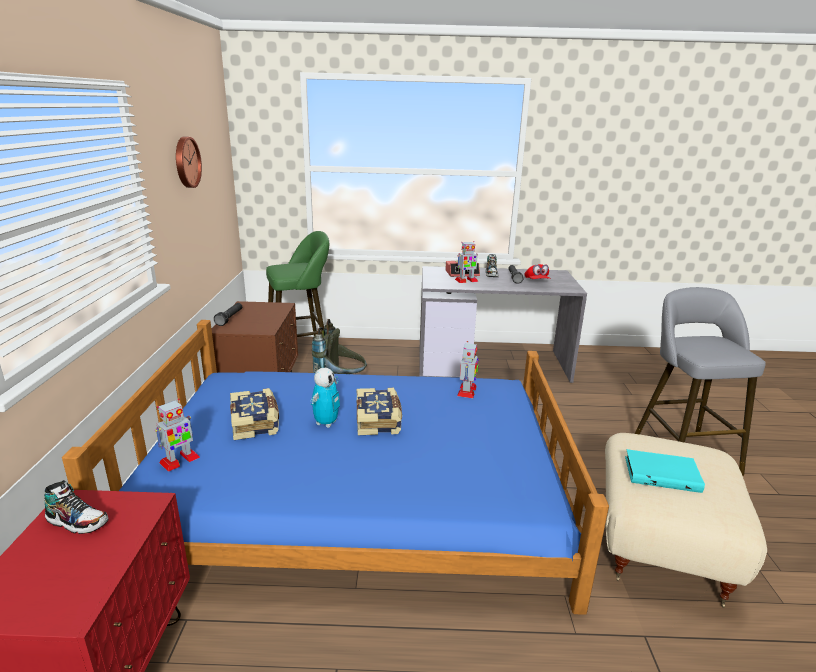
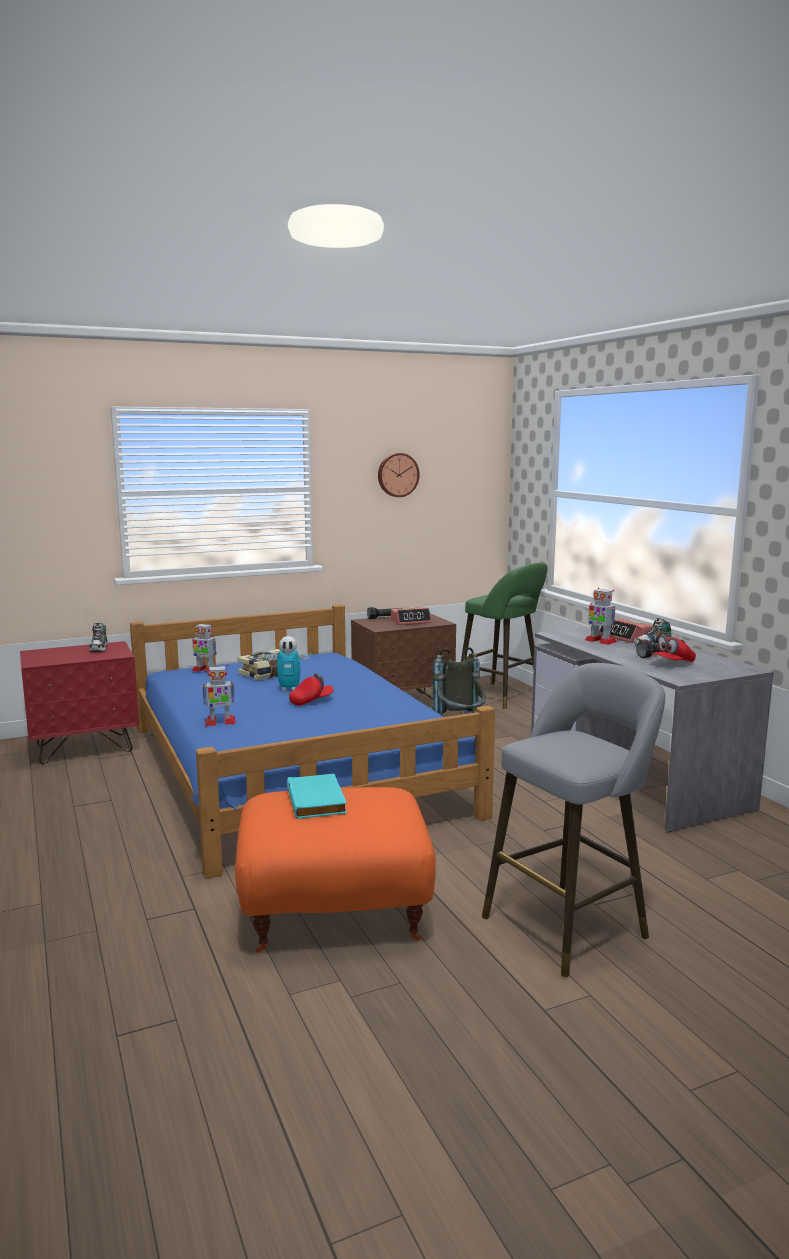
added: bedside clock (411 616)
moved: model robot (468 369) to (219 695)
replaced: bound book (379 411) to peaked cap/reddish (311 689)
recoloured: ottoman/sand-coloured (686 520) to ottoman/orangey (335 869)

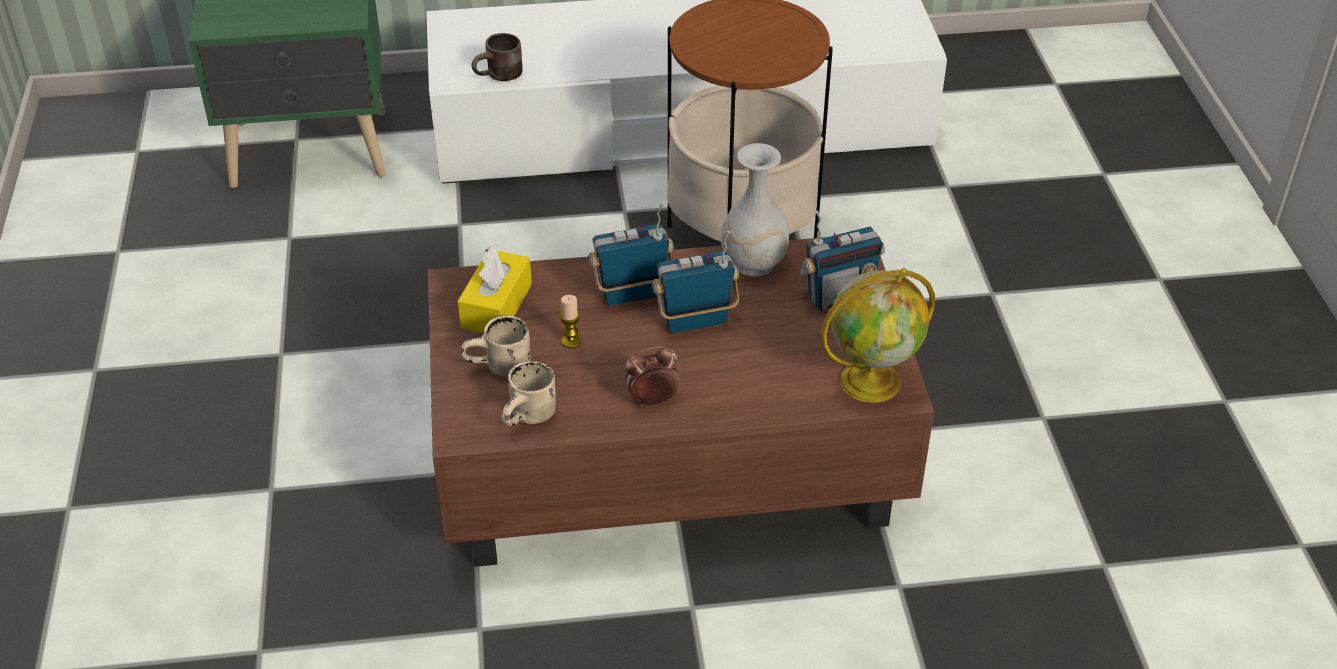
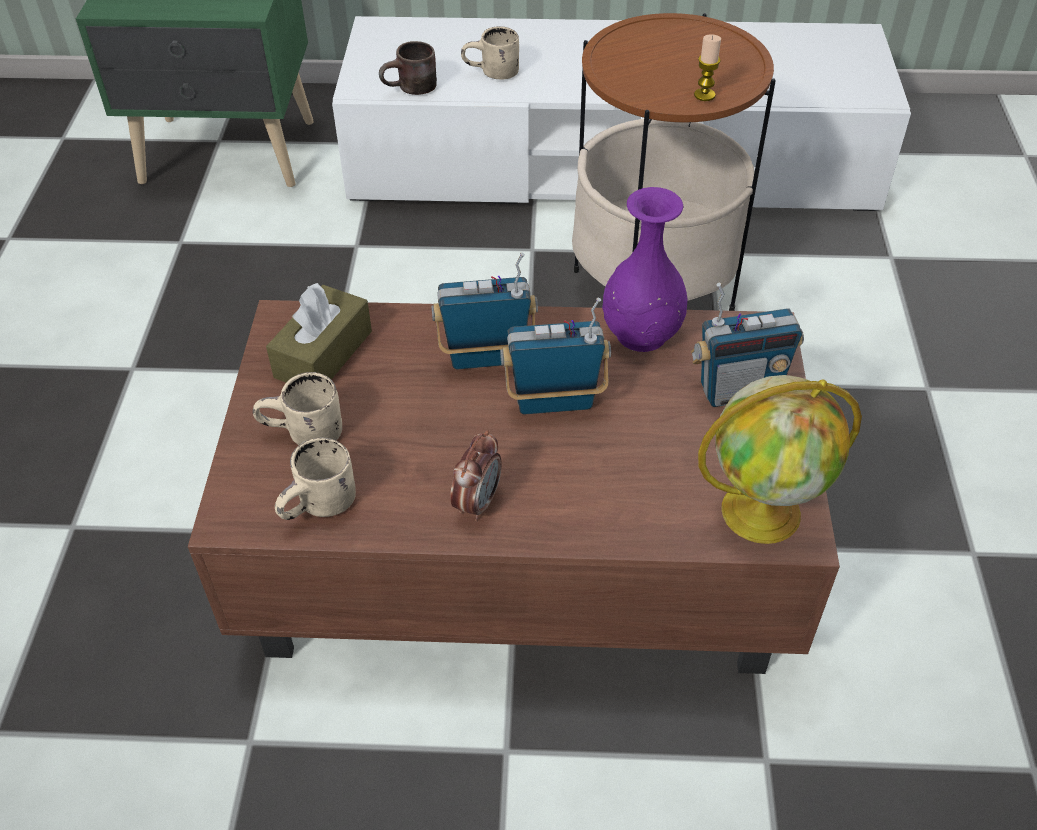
added: coffee mug/sand-coloured (490 52)
moved: candle (570 321) to (707 67)
recoloured: box of tissues/yellow (494 289) to box of tissues/brown-coloured (319 332); flower vase/whitish (755 210) to flower vase/purple (645 269)
turned: bedside clock (652 376) = (476 476) 120 degrees clockwise

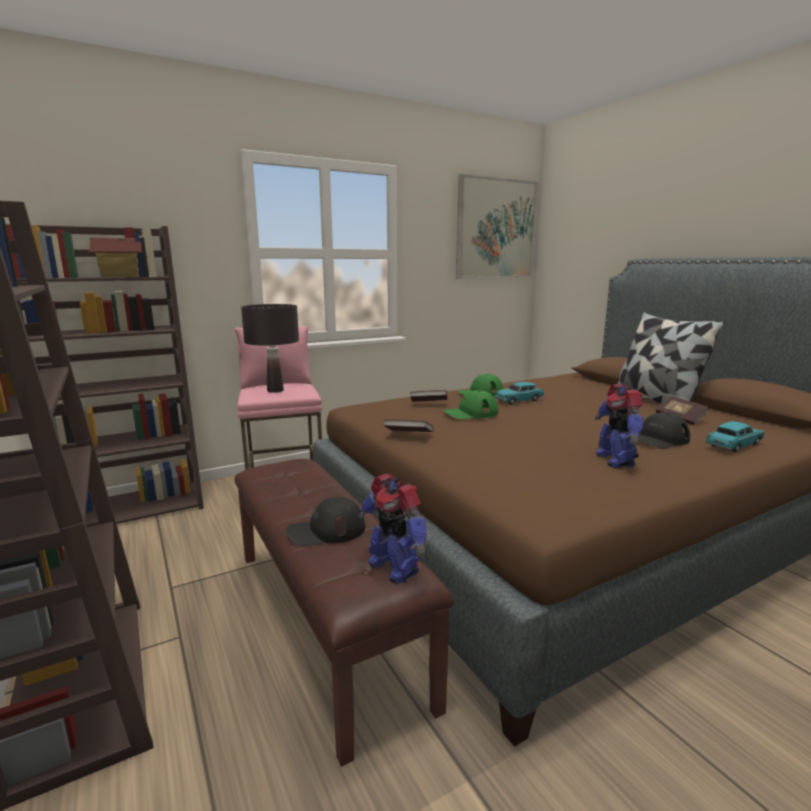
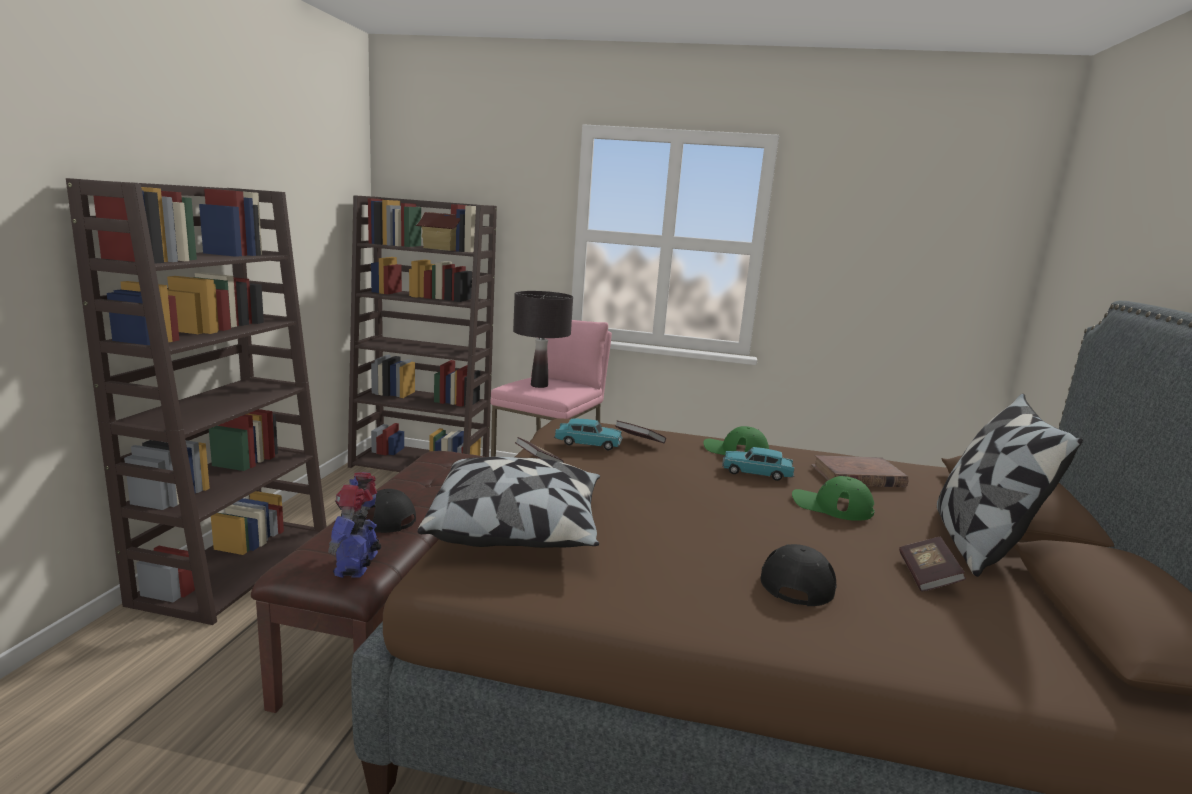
removed: wall art (497 226); model robot (619 426)
added: cushion (509 502); bound book/brown-coloured (859 471)
moved: peaked cap/green-coloured (470 404) to (833 498); model car/blue-green (735 437) to (588 434)
turned: peaked cap/blackish (664 430) = (798 575) 105 degrees clockwise

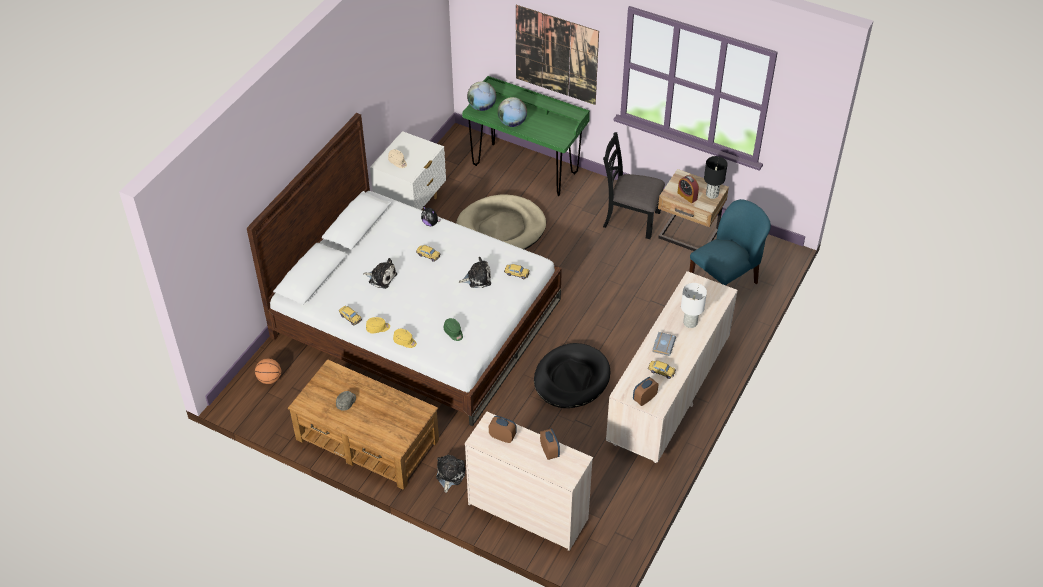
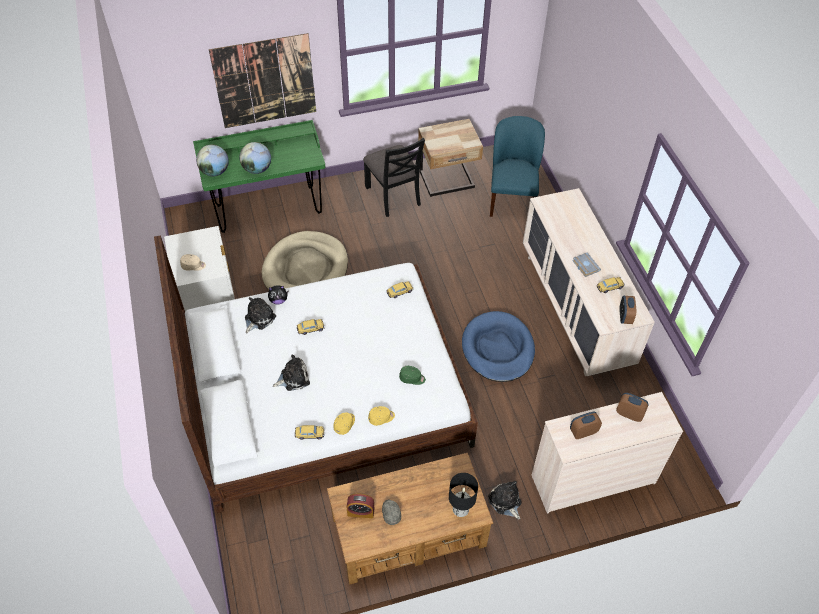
removed: basketball ball (268 371); table lamp/whitish (694 305)
moved: cuddly toy (475 272) to (260 315); bedside clock (688 189) to (360 506); table lamp/blackish (715 177) to (463 495)
recoloured: dog bed/blackish (572 375) to dog bed/blue (498 346)
turned: chair/blackish (634 185) = (394 177) 90 degrees counterclockwise

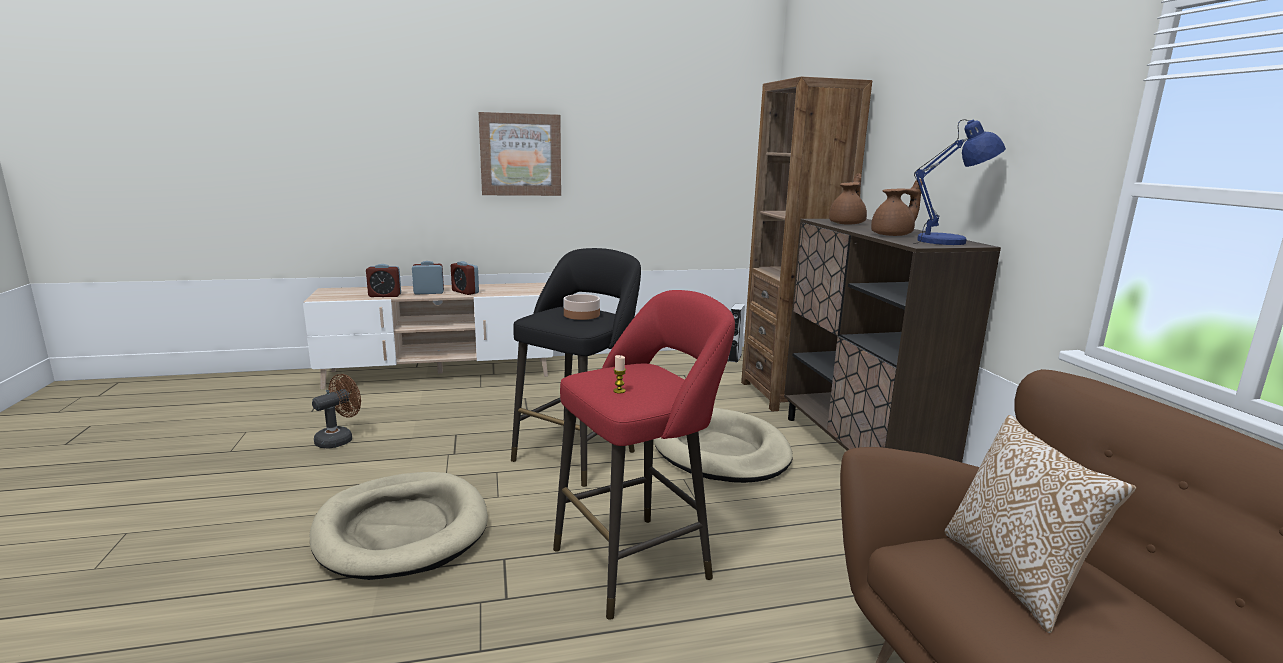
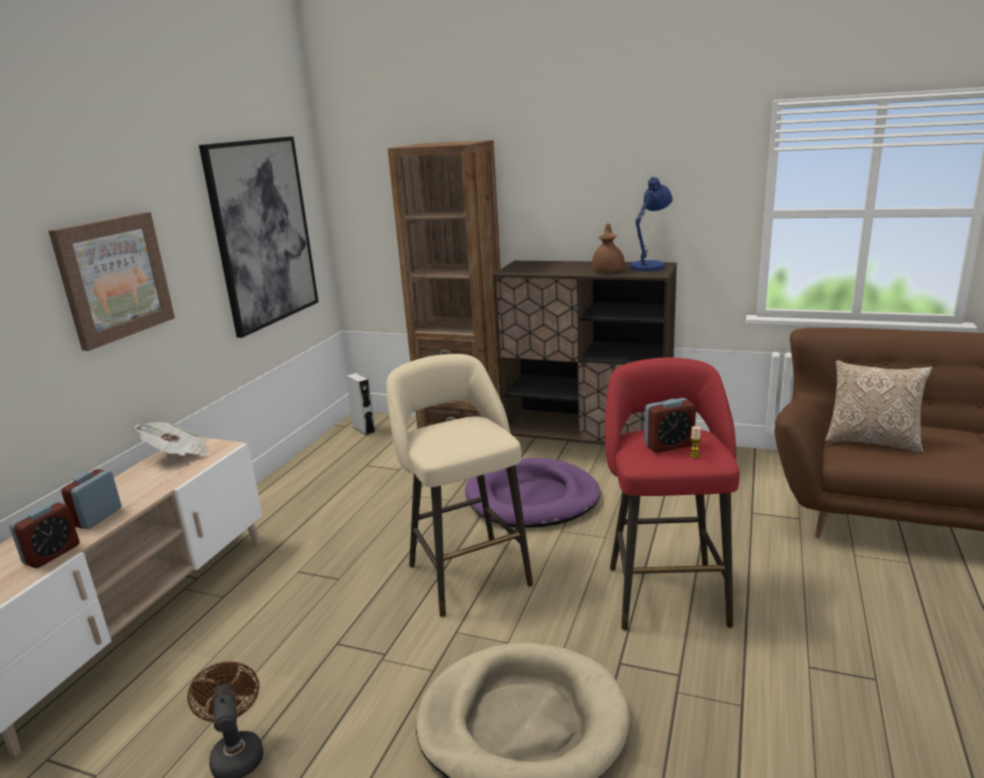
removed: bowl (582 307); tea pot/brown-coloured (848 199)
added: newspaper (172 439); wall art (259 237)
moved: bedside clock (465 278) to (670 425)
recoloured: stool seat/blackish (576 367) to stool seat/sand-coloured (459 485); dog bed/sand-coloured (723 445) to dog bed/purple (532 493)

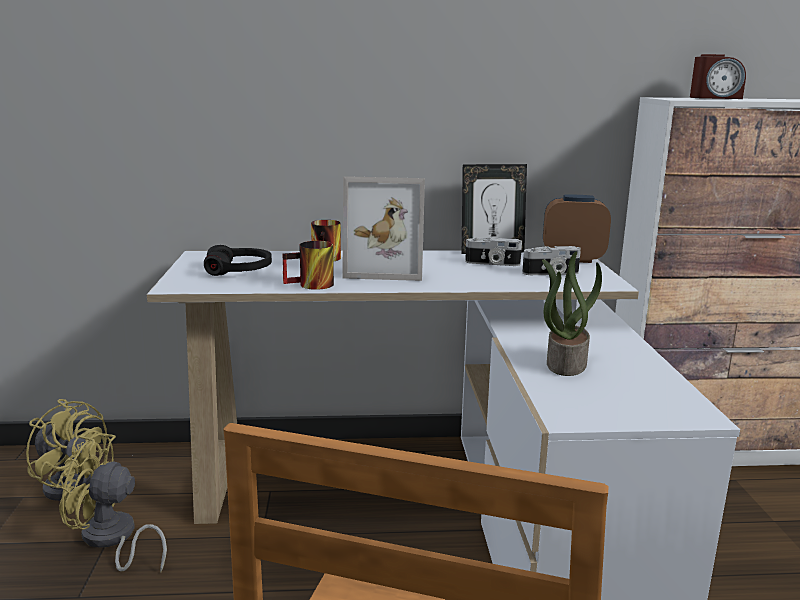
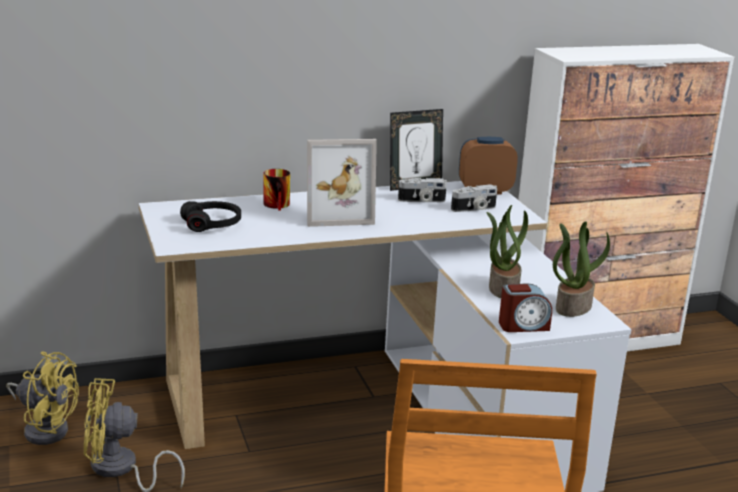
removed: coffee mug (308 265)
added: potted plant (581 269)
moved: bedside clock (718 76) to (525 308)

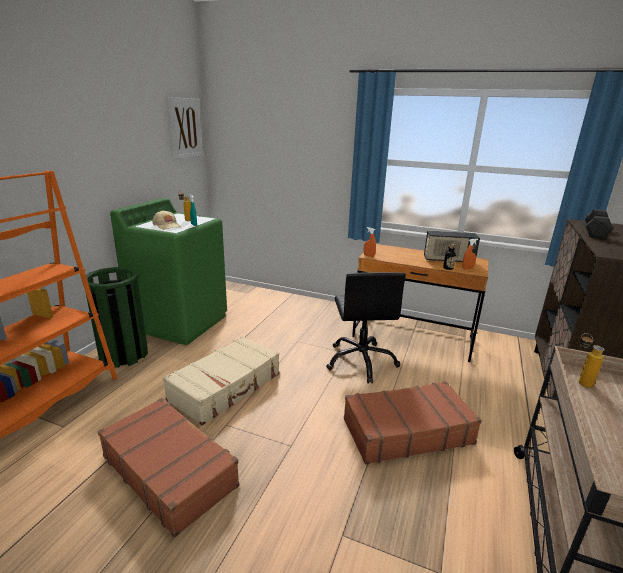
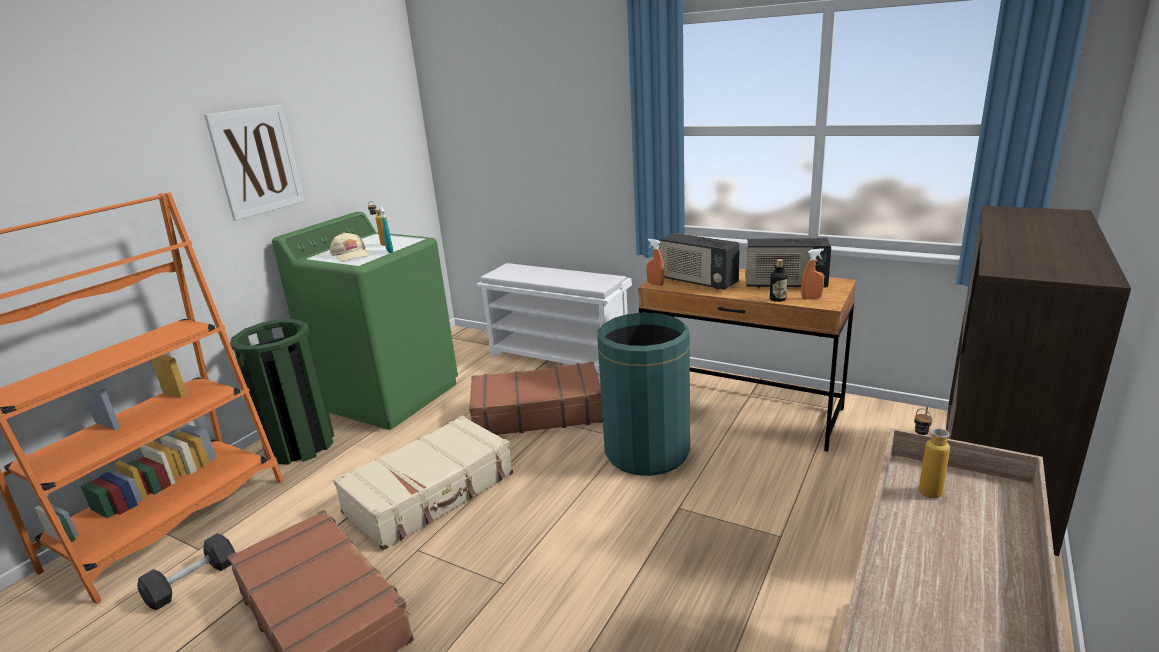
added: shoe shelf/whitish (554 318); radio (699 261)
moved: wall art (185 128) to (254 163); travel case/brown-coloured (413 422) to (536 398); dumbbell/blackish (599 224) to (186 571)
replaced: office chair/blackish (366 328) to waste bin/green-coloured (643 394)

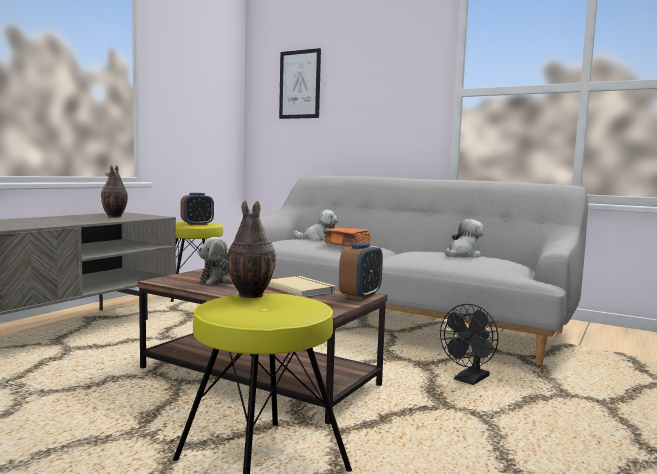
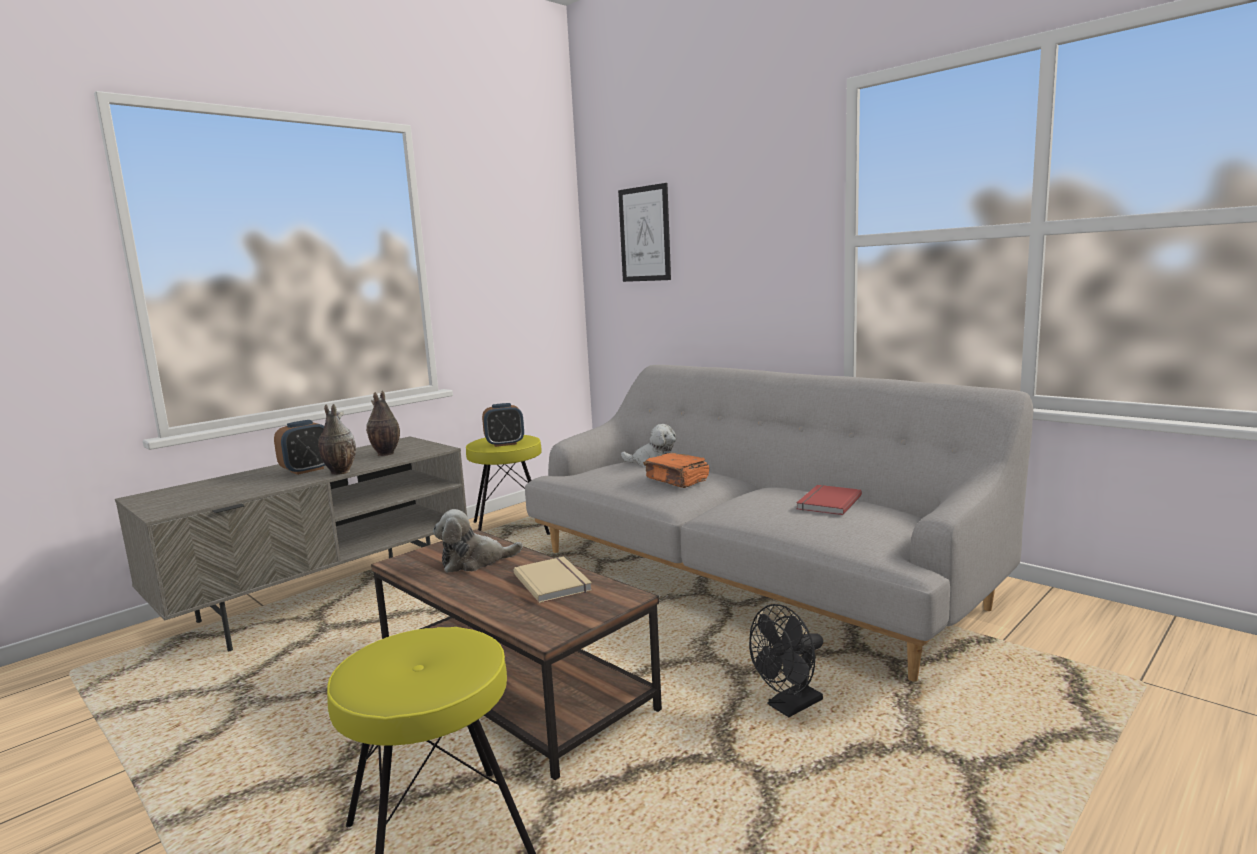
moved: flower vase (251 249) to (337 439); bedside clock (361 271) to (299 447)
replaced: cuddly toy (464 238) to bound book/reddish (829 500)

